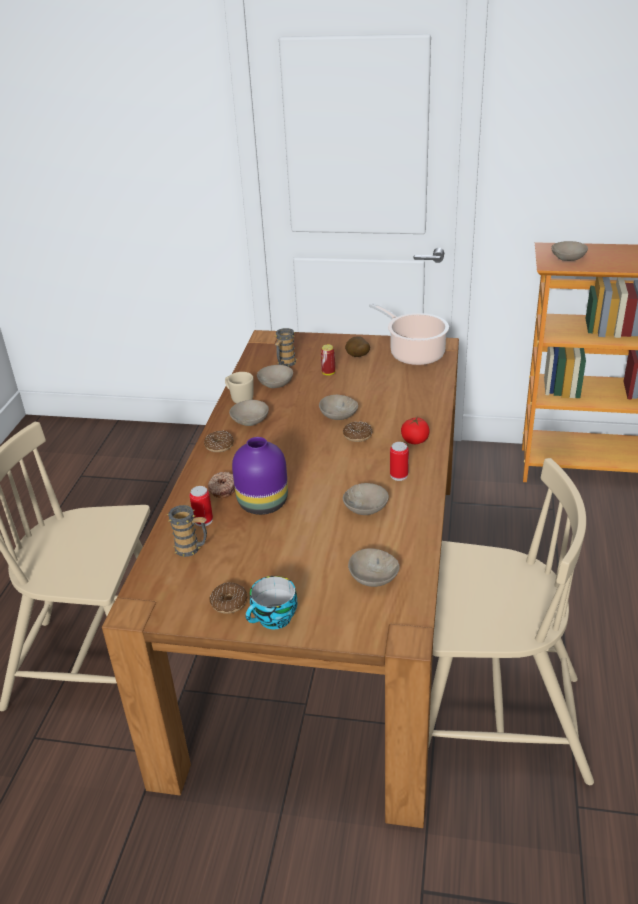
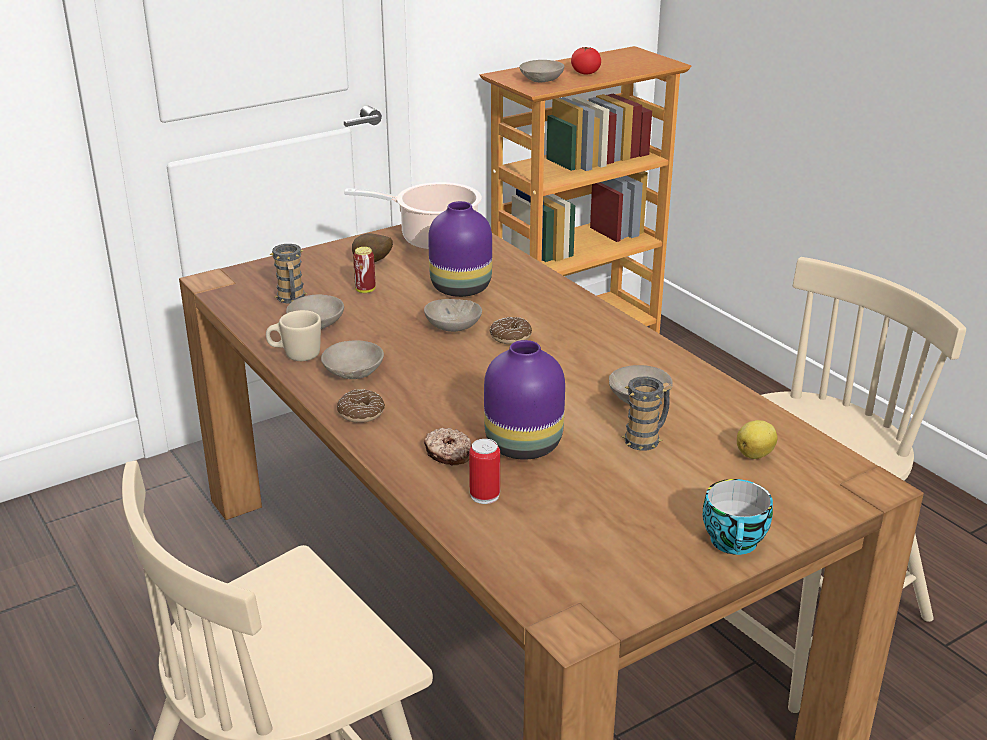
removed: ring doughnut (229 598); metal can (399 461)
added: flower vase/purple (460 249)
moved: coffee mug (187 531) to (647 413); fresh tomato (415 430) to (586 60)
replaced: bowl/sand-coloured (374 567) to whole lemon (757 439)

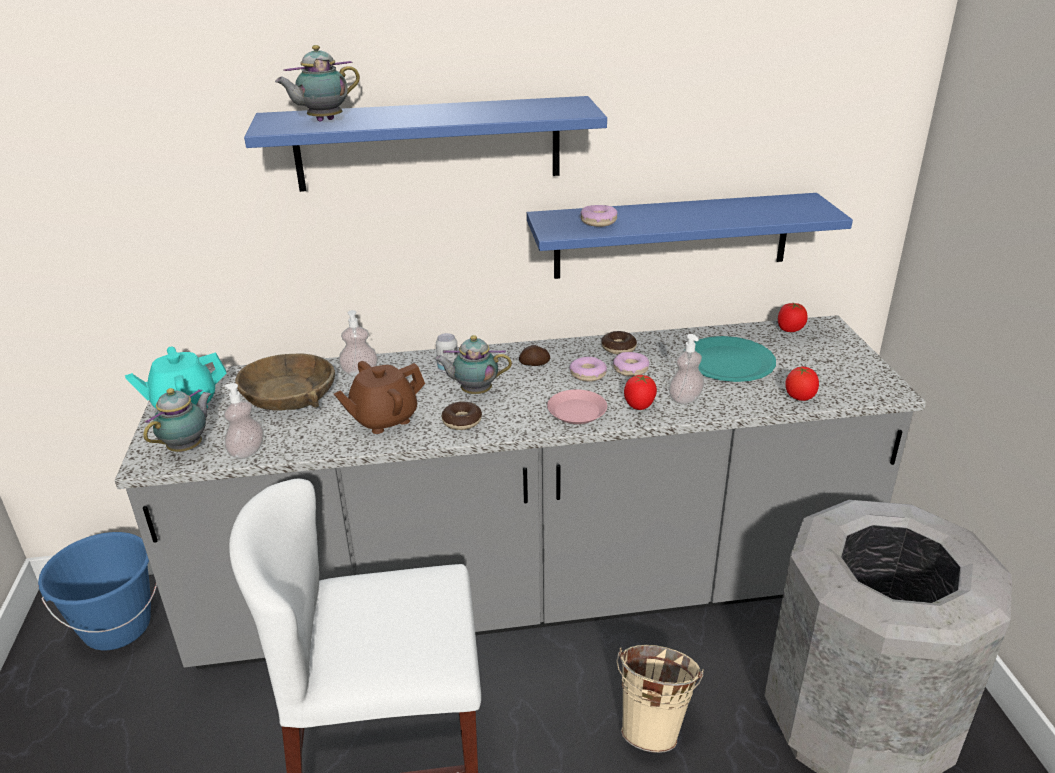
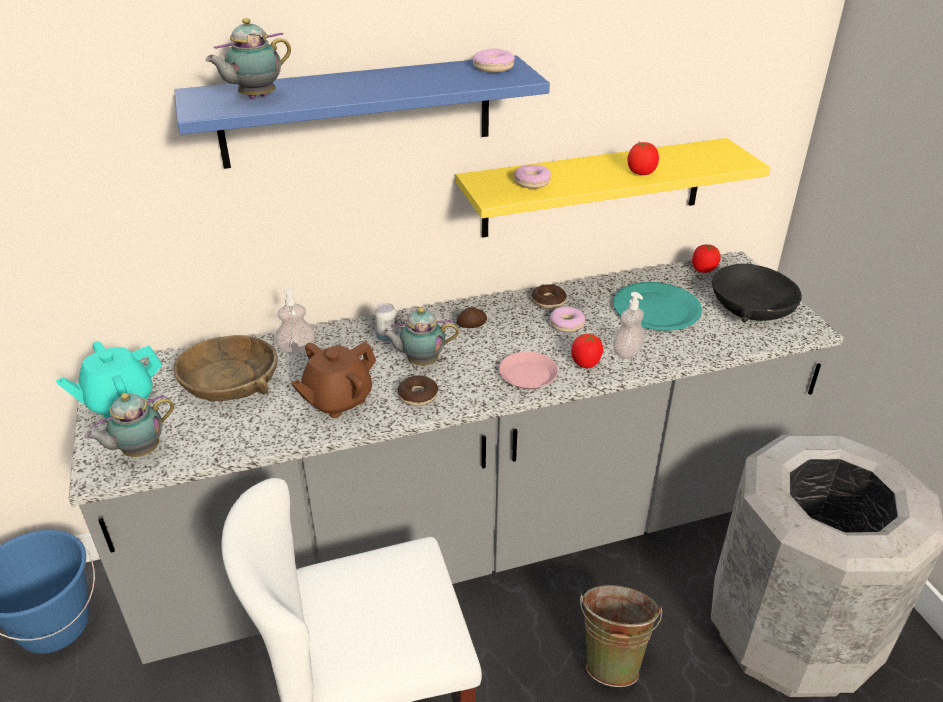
removed: soap bottle (244 421)
added: bowl/blackish (757 293)
moved: ring doughnut (588 369) to (494 61); fresh tomato (802 383) to (643 158)
recoloured: bracket shelf/blue (690 236) to bracket shelf/yellow (613 188); water bucket/sand-coloured (660 699) to water bucket/green-coloured (621 636)
turned: tea pot (177 420) = (129 425) 150 degrees counterclockwise

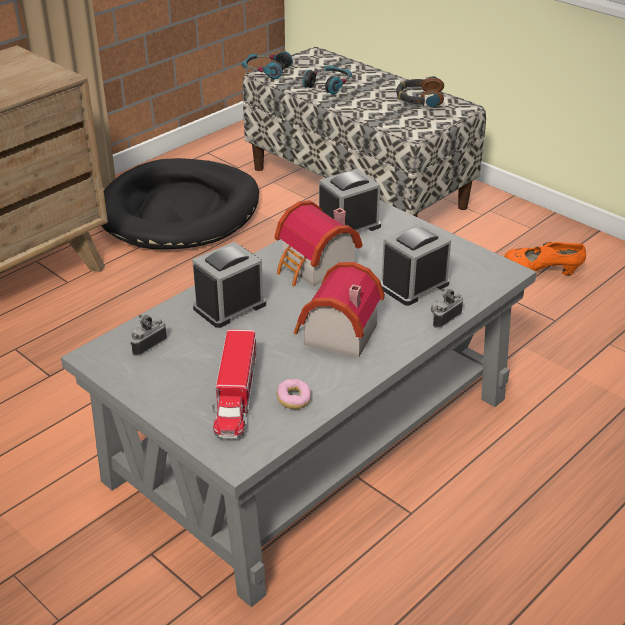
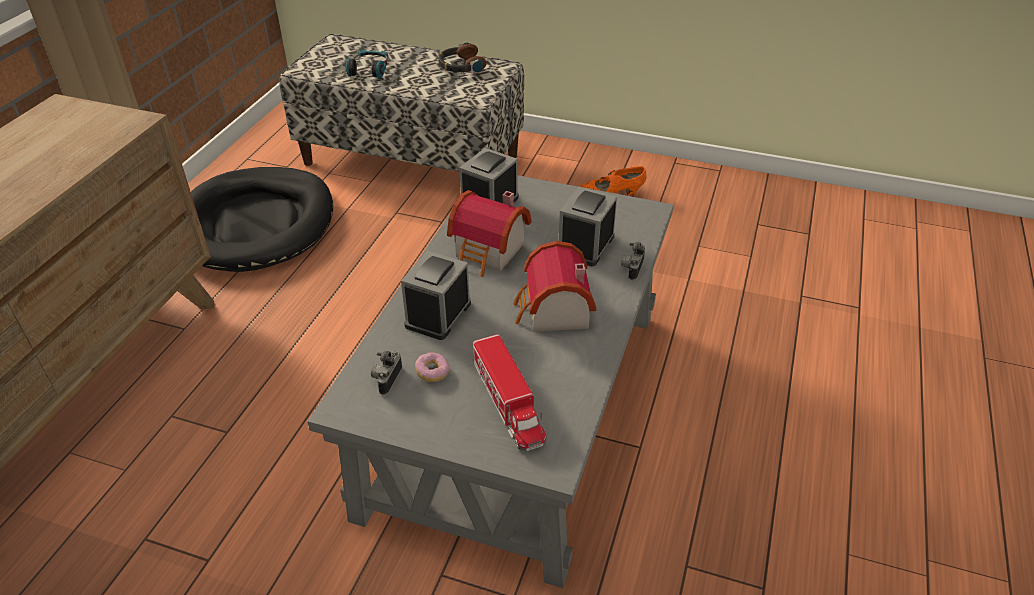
removed: headset (267 65)
moved: ring doughnut (294 394) to (432 367)

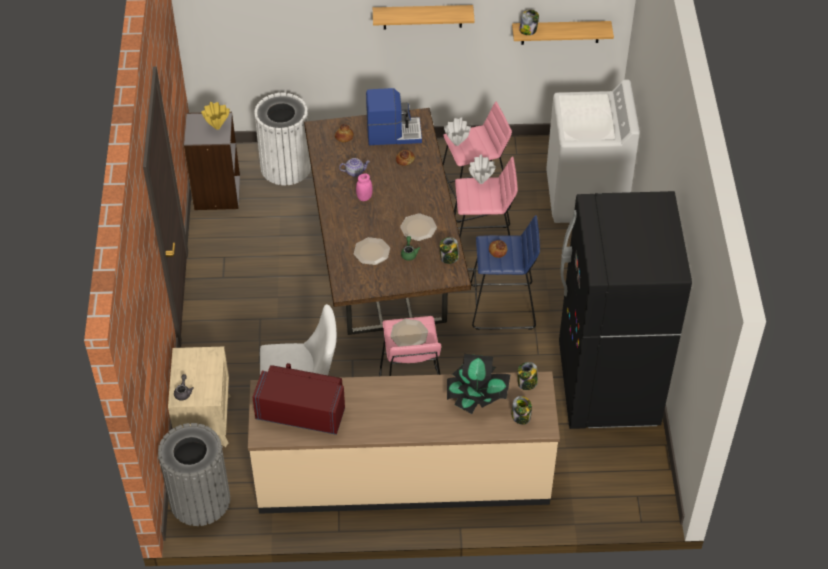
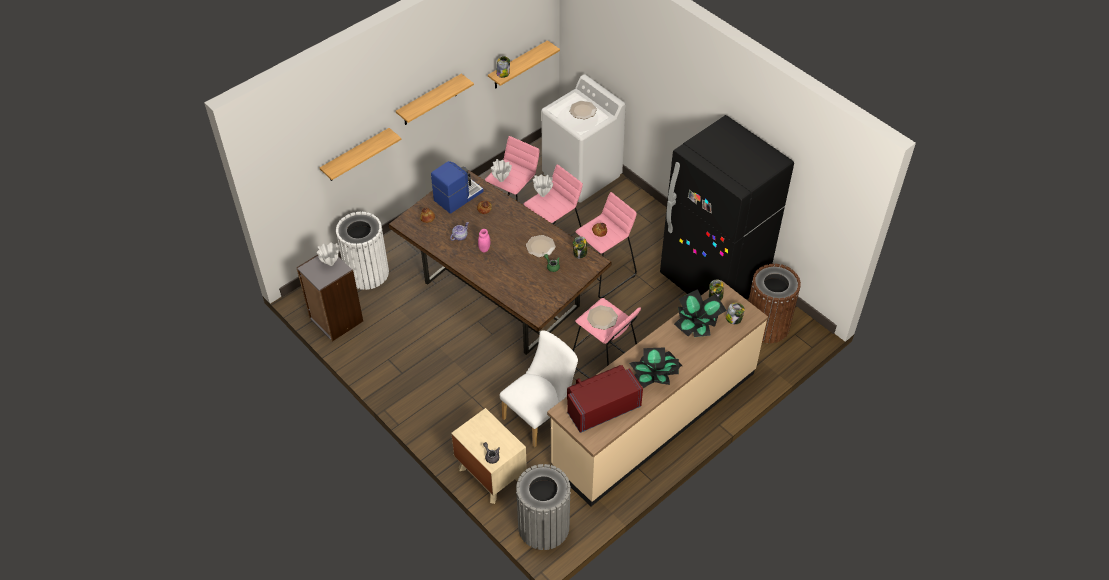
added: bracket shelf (360 154); potted plant (655 368); waste bin/brown-coloured (775 303)
moved: dinner plate (372 251) to (583 110)
recoloured: flower vase/yellow (215 116) to flower vase/whitish (328 254); stool seat/blue (505 272) to stool seat/pinkish (606 245)

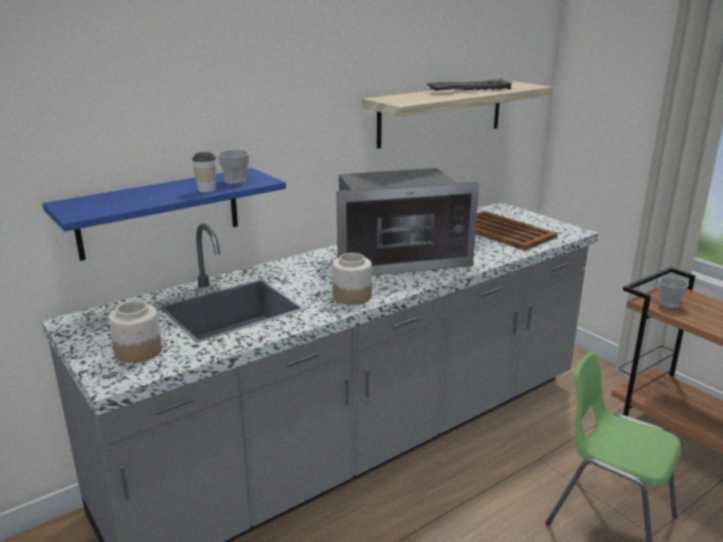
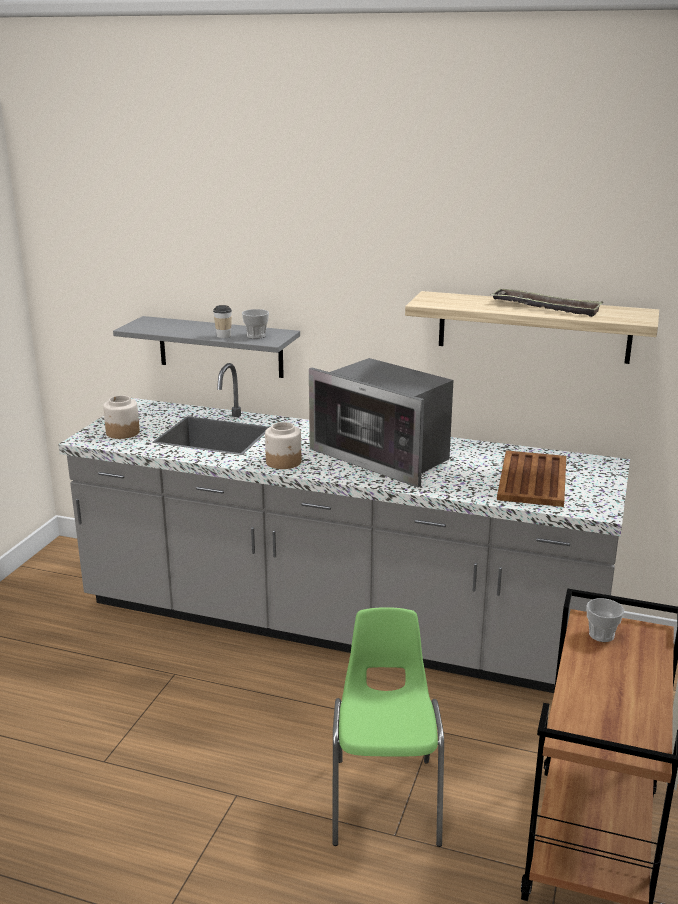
recoloured: bracket shelf/blue (164 214) to bracket shelf/grey (206 347)

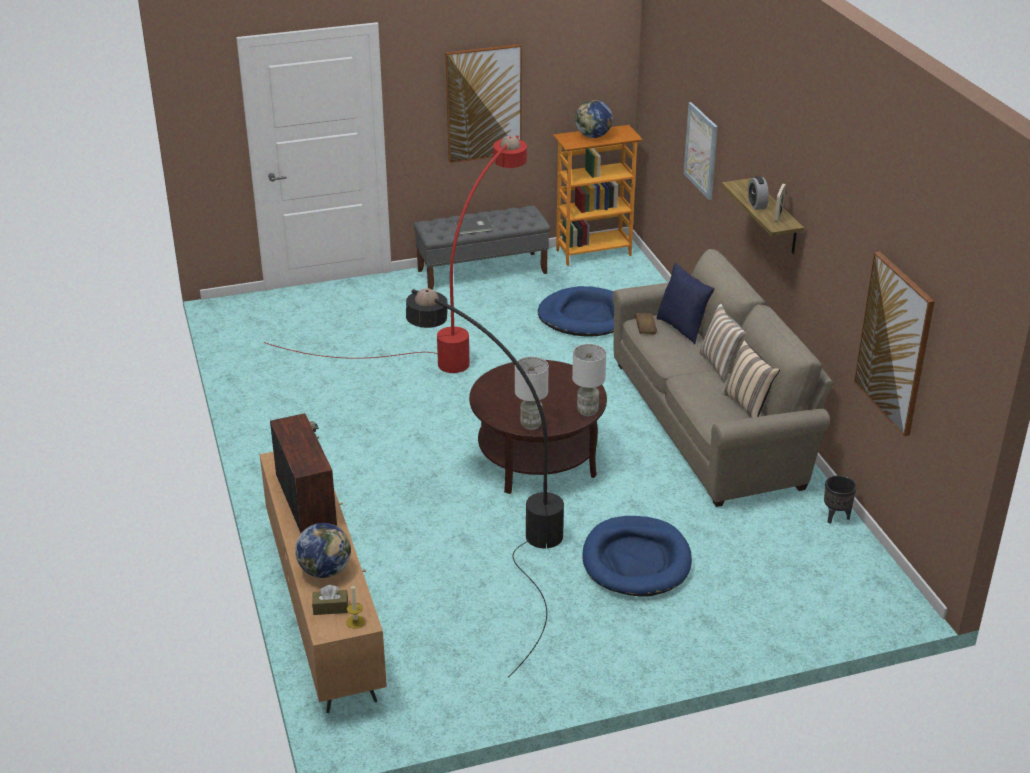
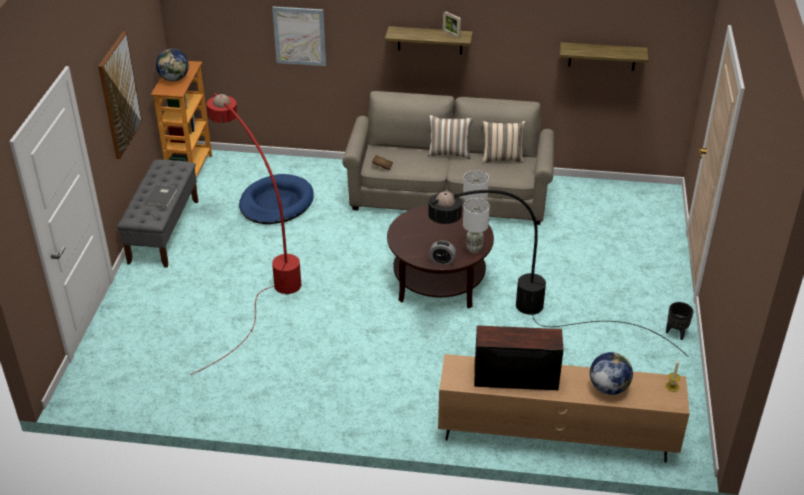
removed: box of tissues/brown-coloured (330 600); dog bed/blue (637 556); cushion/blue (686 303)
moved: bedside clock (758 193) to (442 253); plant pot/blackish (840 499) to (679 321)
replaced: wall art (894 343) to bracket shelf (604 56)

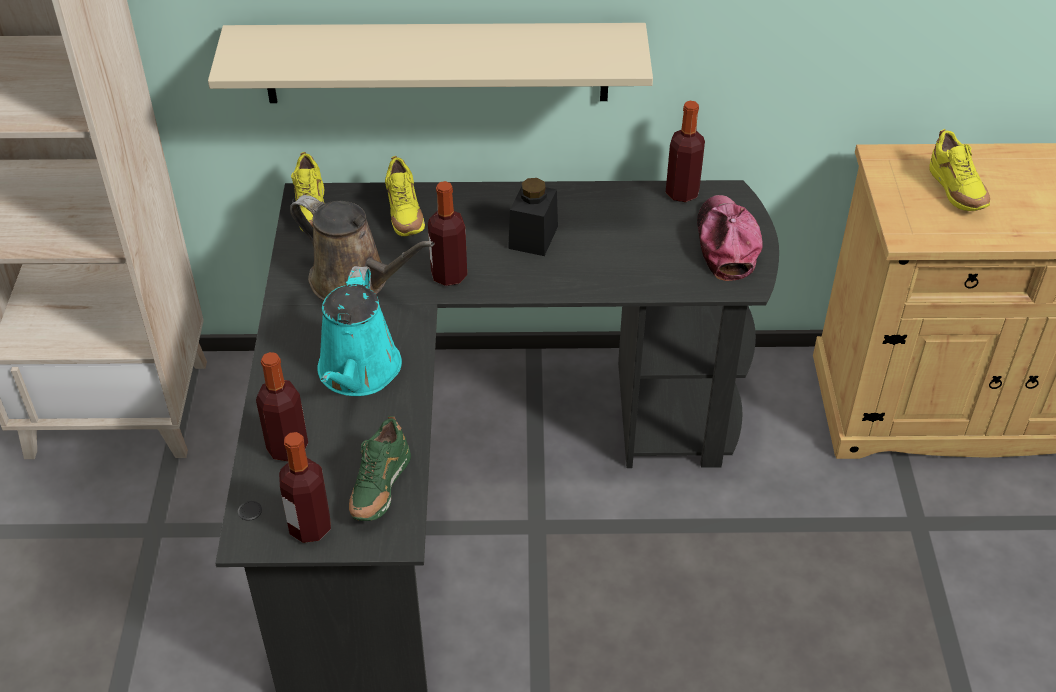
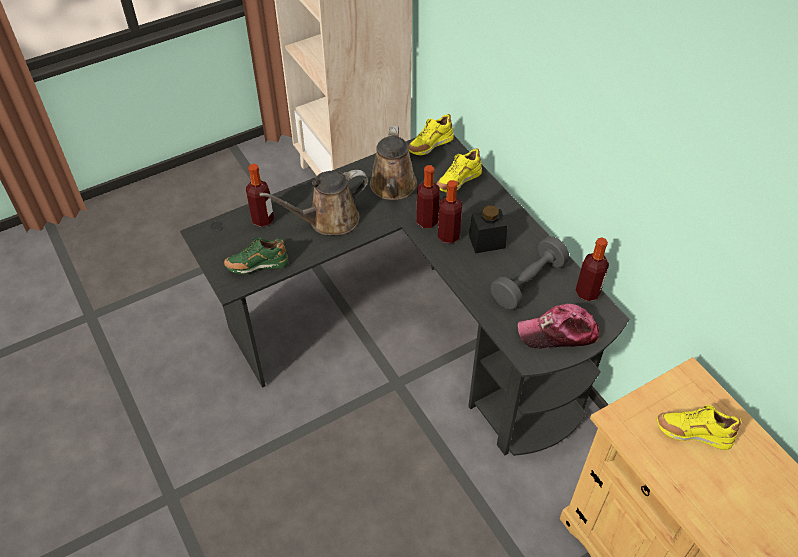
removed: bracket shelf/sand-coloured (430 63)
added: dumbbell/grey (530 273)
moved: drink bottle (305 487) to (450 211)
recoloured: watering pot/blue-green (359 331) to watering pot/brown-coloured (313 202)
turned: peaked cap (730 238) = (558 326) 150 degrees counterclockwise; shoe/yellow (959 170) = (699 427) 60 degrees clockwise

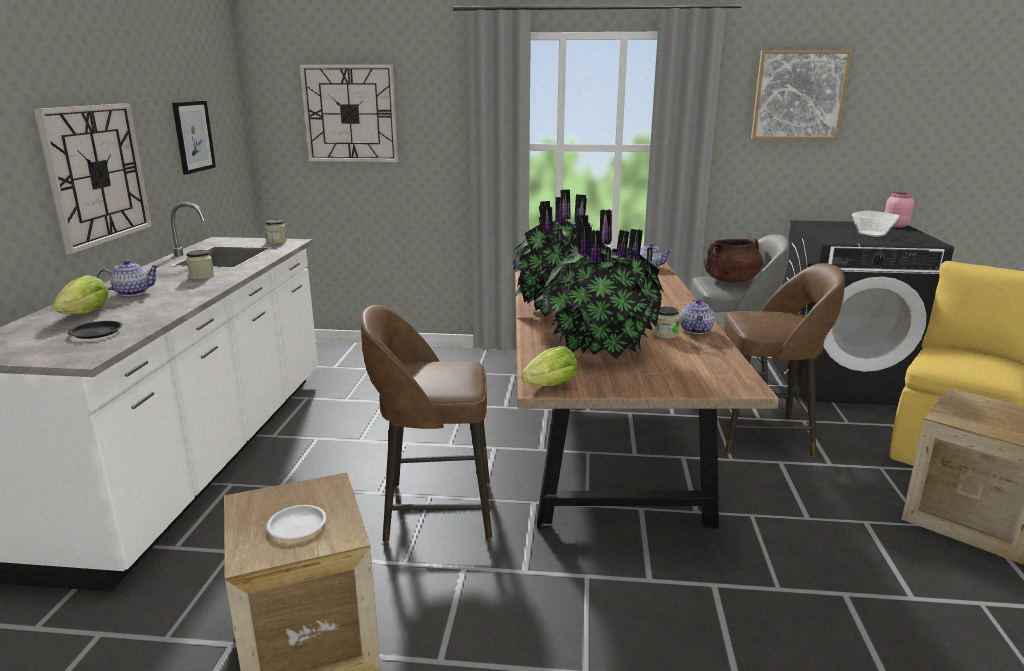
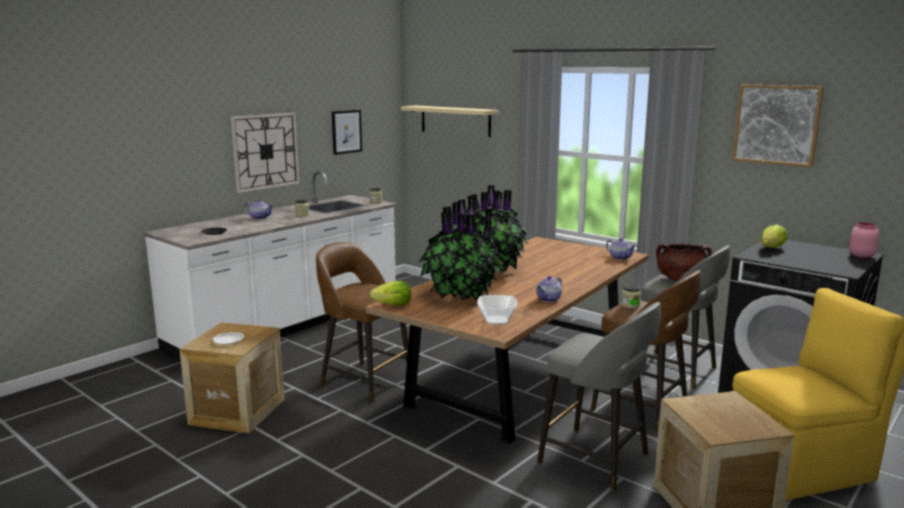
added: stool seat/grey (599 396)
moved: lettuce head (81 294) to (774 236); preserve jar (666 322) to (631 297); bowl (876 224) to (497 310)
replaced: hanging clock (349 113) to bracket shelf/sand-coloured (450 121)

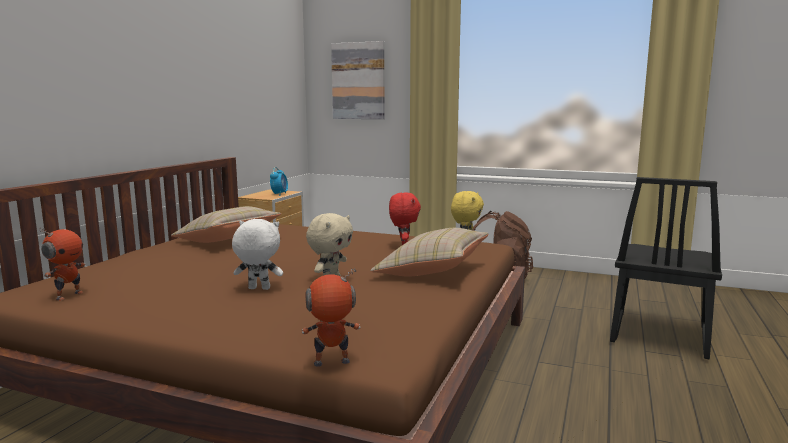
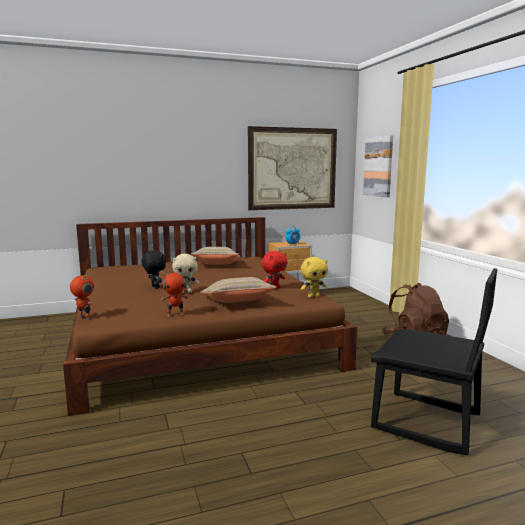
added: wall art (292 168)
moved: model robot (62 264) to (174 294)
recoloured: cuddly toy/whitish (257 254) to cuddly toy/blackish (153 269)
turned: chair/blackish (666 268) = (434 361) 135 degrees counterclockwise

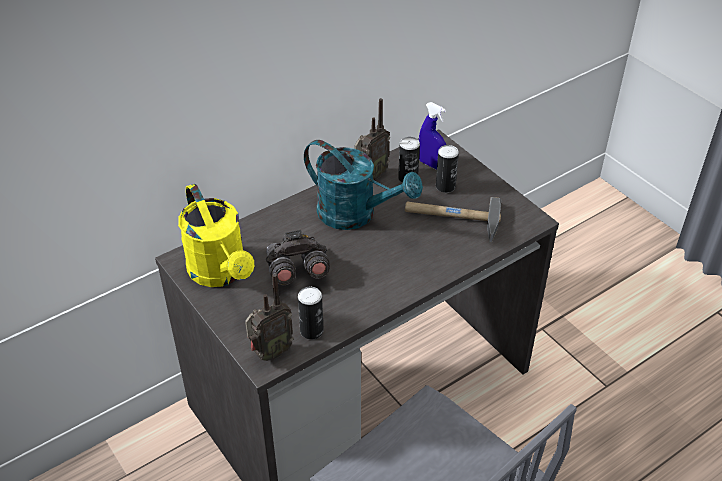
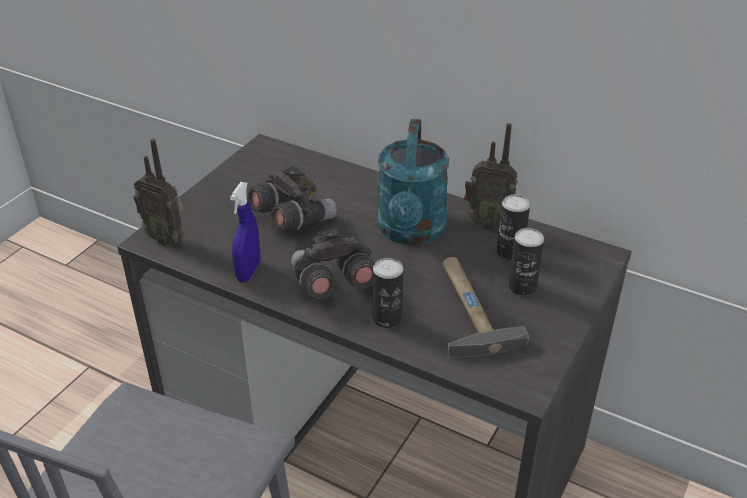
removed: watering pot/yellow (216 235)
added: binoculars/grey (333 263)
moved: metal can (311 313) to (388 293); hand sprayer/blue (432 136) to (245 232)

